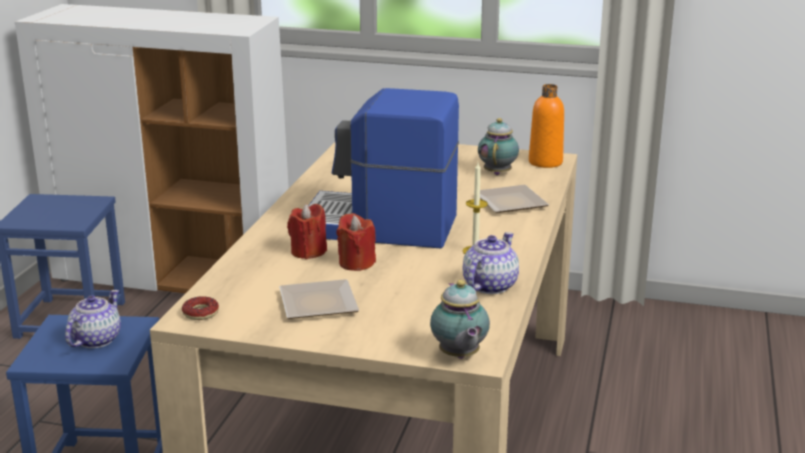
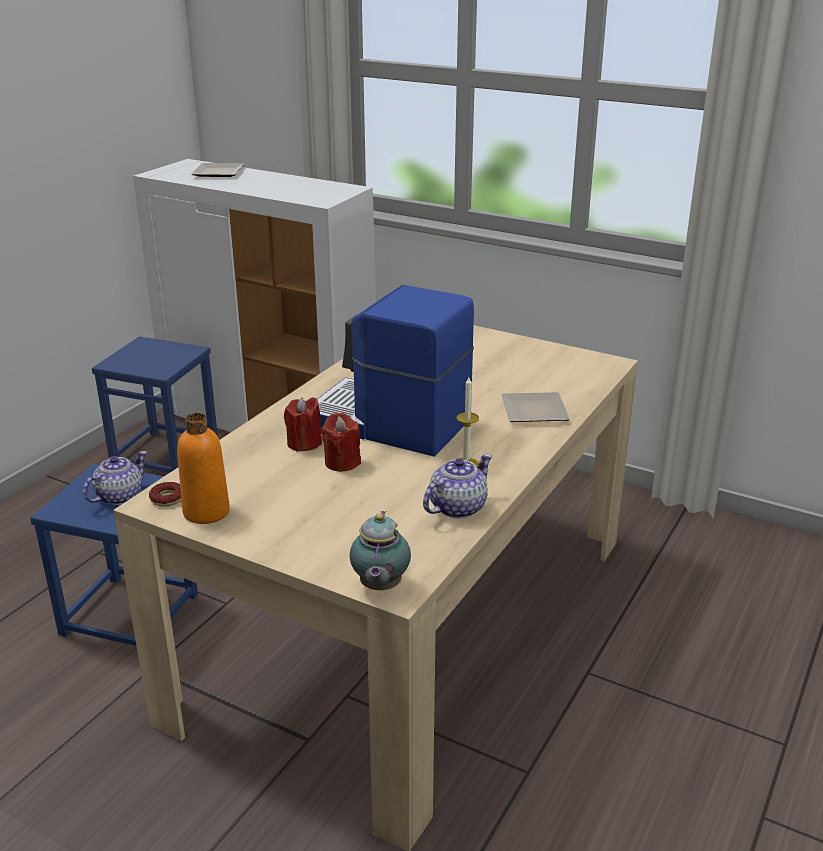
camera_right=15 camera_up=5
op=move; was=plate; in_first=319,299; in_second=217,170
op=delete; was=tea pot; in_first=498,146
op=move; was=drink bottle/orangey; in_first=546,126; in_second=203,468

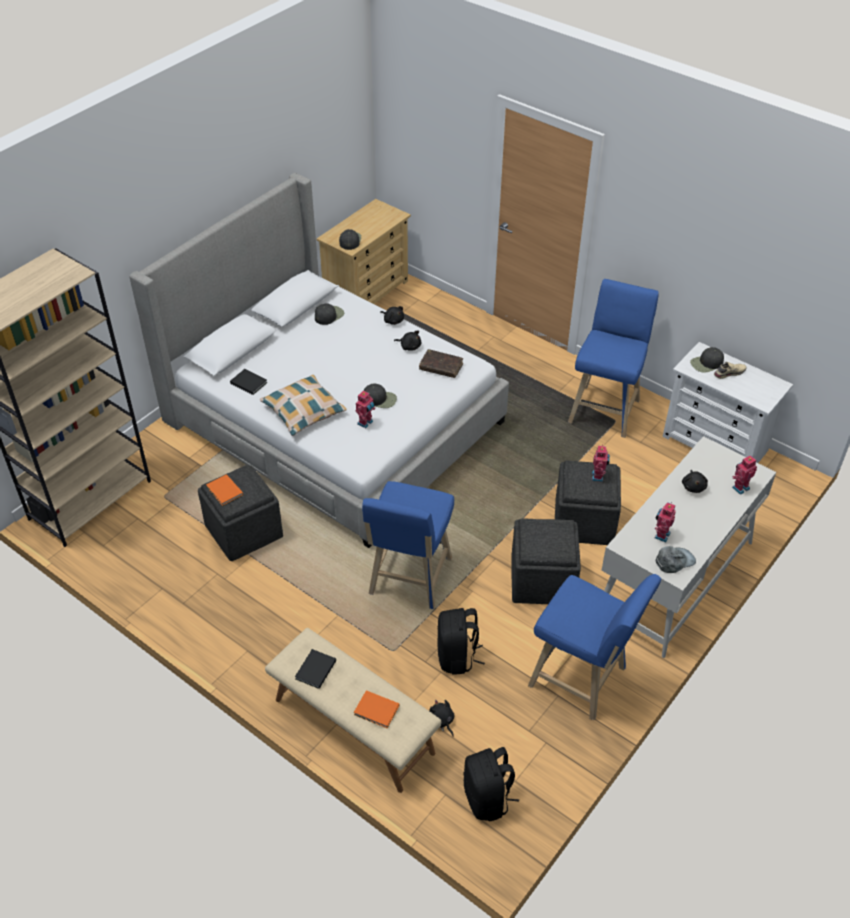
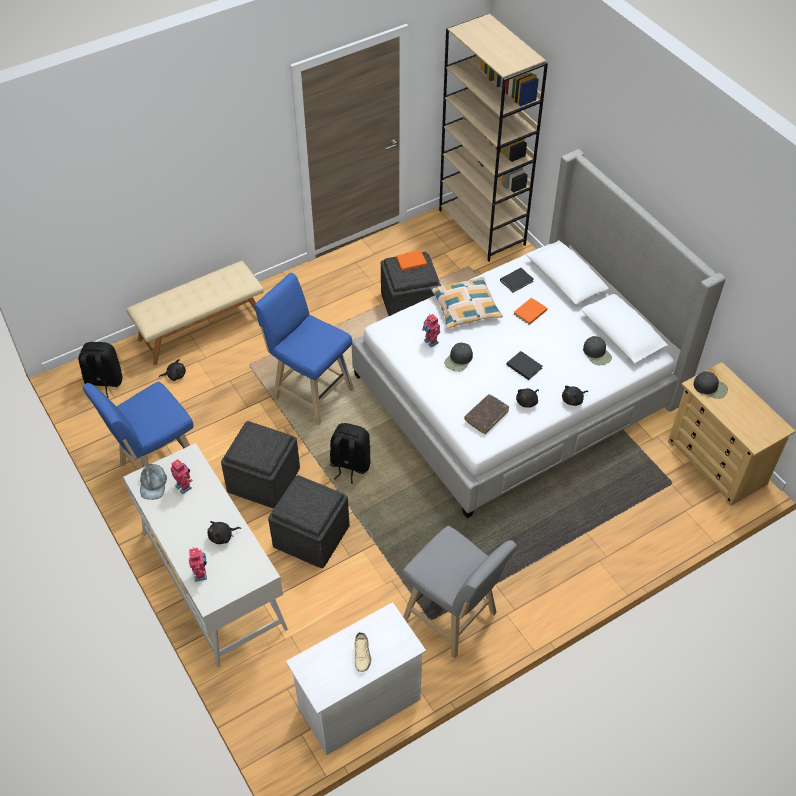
camera_right=110 camera_up=5
op=move; was=book/black; in_first=315,669; in_second=524,365
op=move; was=book/orangey; in_first=376,709; in_second=530,311
op=move; was=backpack/black; in_first=461,641; in_second=350,453
op=recolor; was=stool seat/blue; now=stool seat/gray; in_first=613,358; in_second=459,592
op=delete; was=robot figure; in_first=601,463
op=rotate; was=soft toy/black; in_first=695,481; in_second=224,532; clockwise=-45
op=delete; was=peaked cap/black; in_first=707,360

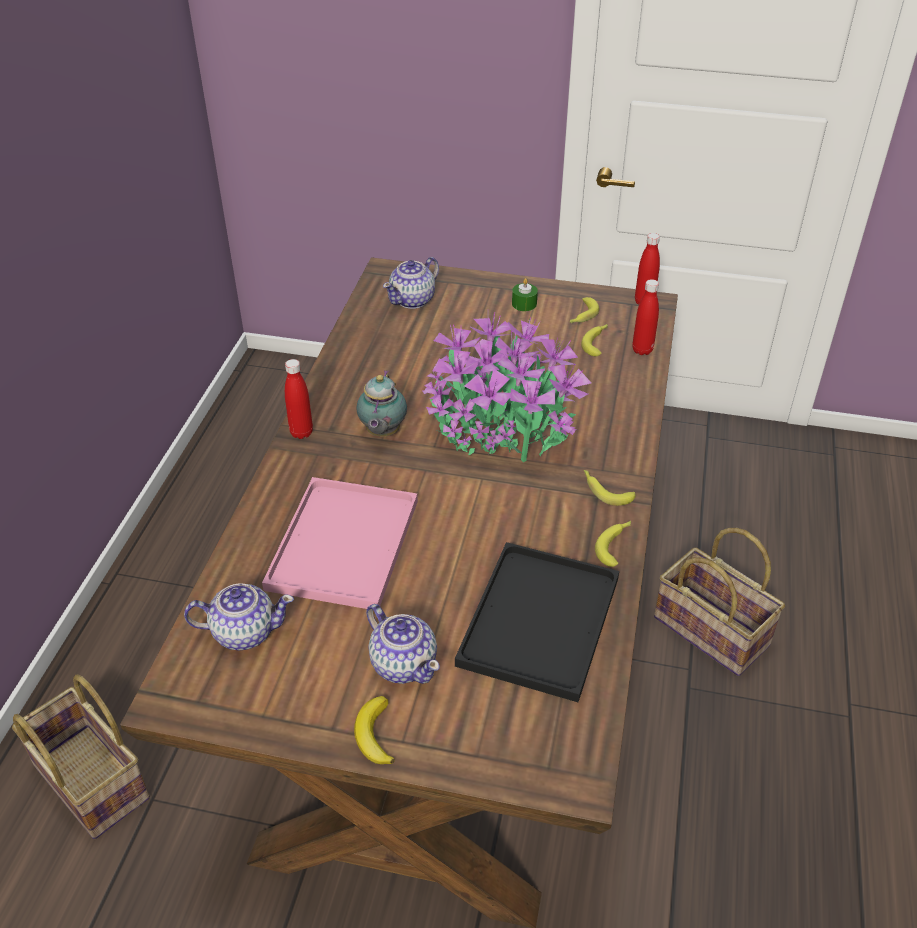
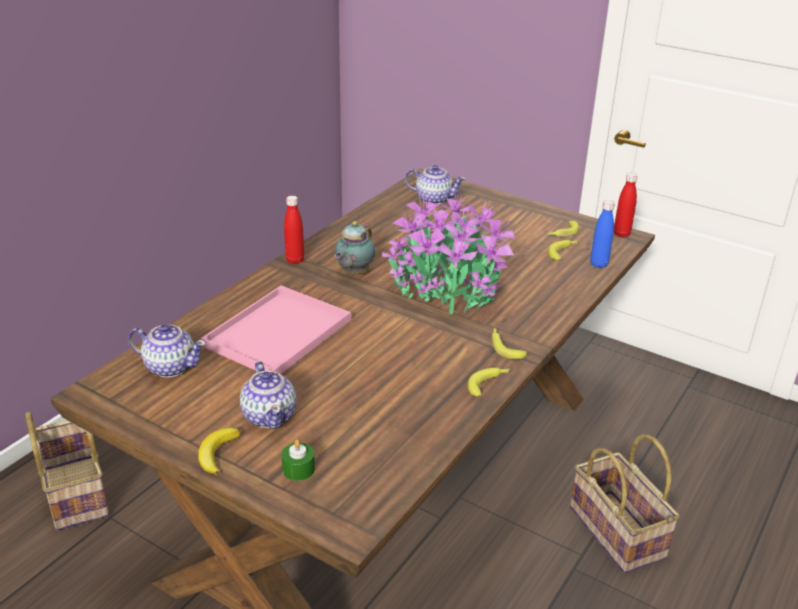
camera_right=20 camera_up=-10
op=rotate; was=tea pot; in_first=411,283; in_second=435,184; clockwise=-135
op=delete; was=serving tray/black; in_first=537,622
op=move; was=wax candle/greenish; in_first=525,294; in_second=298,460
op=recolor; was=drink bottle/reddish; now=drink bottle/blue; in_first=645,317; in_second=602,234

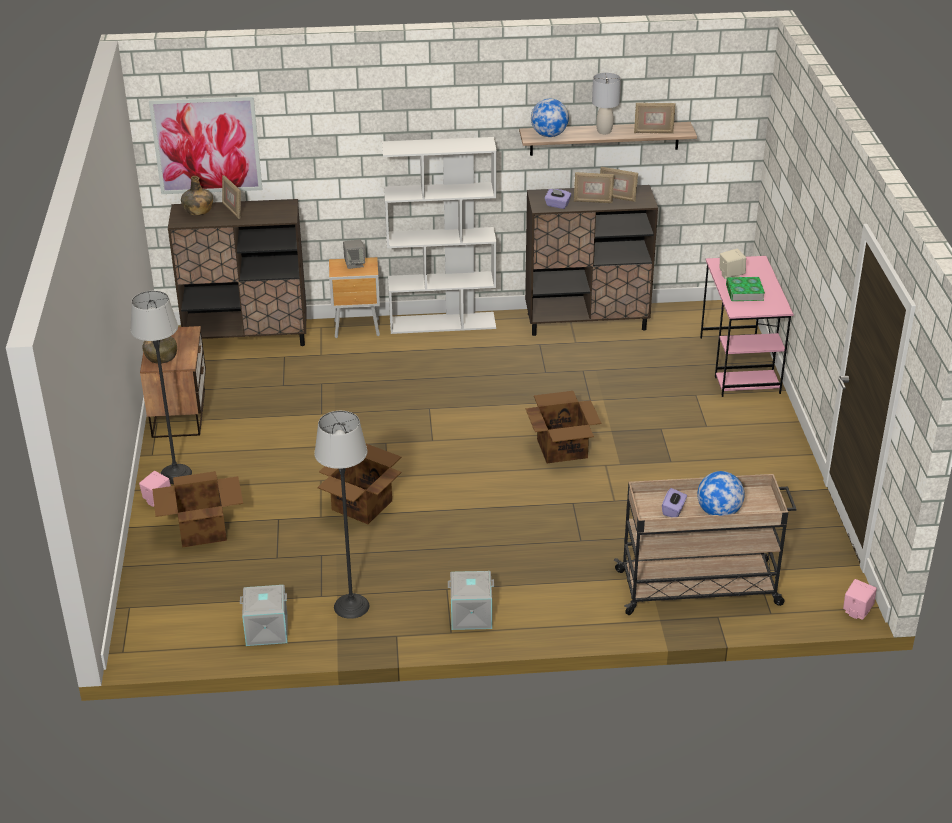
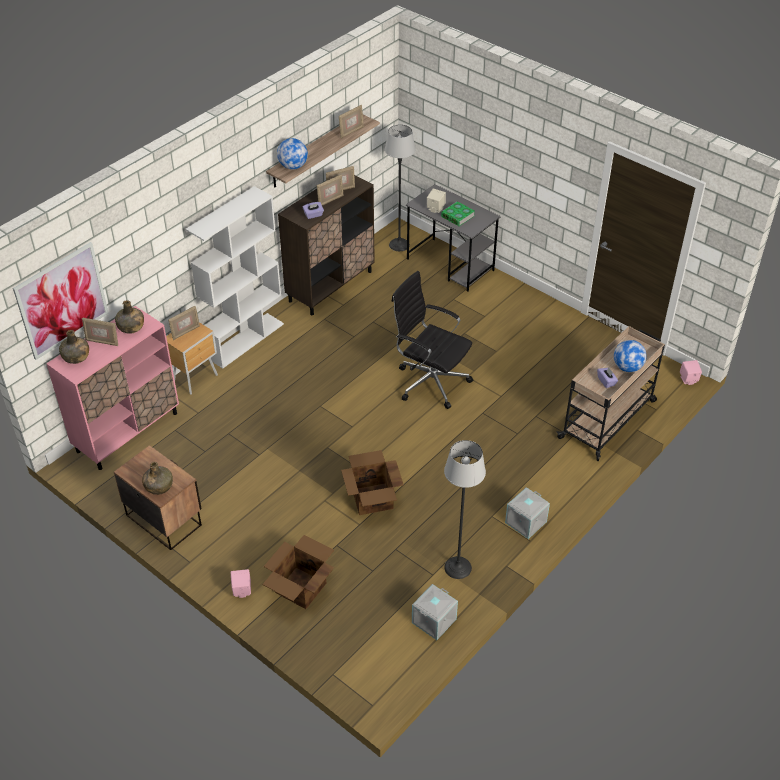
camera_right=-45 camera_up=10
op=move; was=standard lamp; in_first=161,387; in_second=400,187
op=recolor; was=cupboard/brown-coloured; now=cupboard/pink-coloured; in_first=237,272; in_second=112,388
op=replace; was=loudspeaker/gray; now=standing frame; in_first=354,254; in_second=184,323
op=replace; was=packing box; now=desk chair/black; in_first=563,427; in_second=432,340
op=delete; was=table lamp/gray; in_first=606,103
op=recolor; was=desk/pink-coloured; now=desk/gray; in_first=746,326; in_second=453,238
op=insert; now=drink bottle/greenish; in_second=129,317

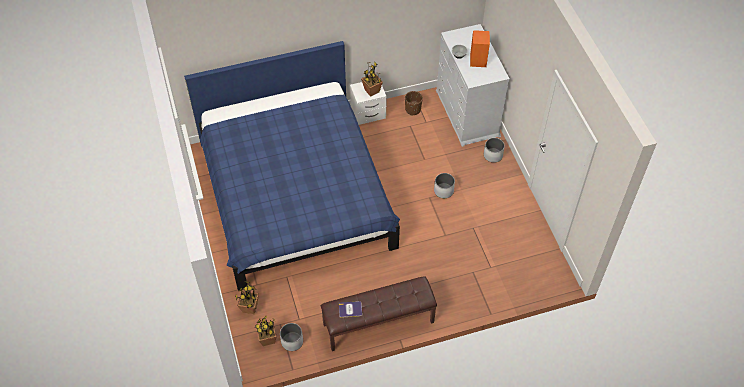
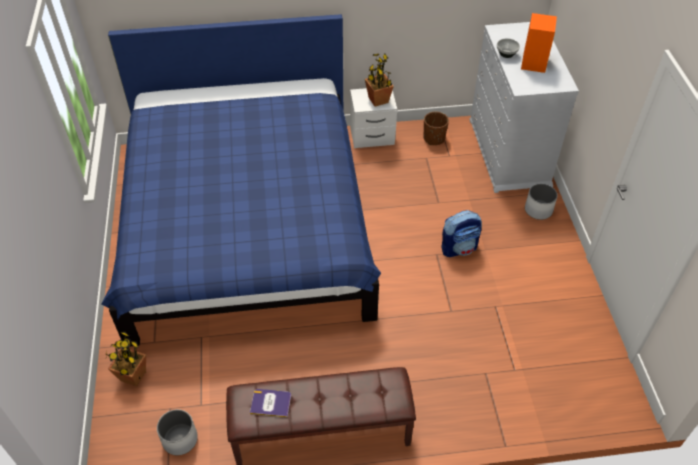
camera_right=10 camera_up=-5
op=delete; was=potted plant; in_first=266,331
op=replace; was=flower pot/whitish; now=backpack; in_first=444,185; in_second=461,233

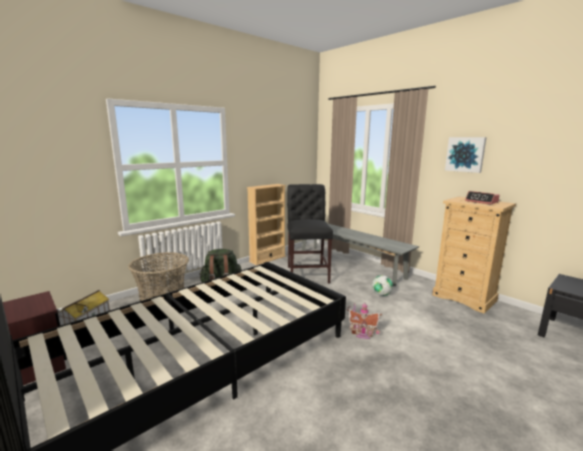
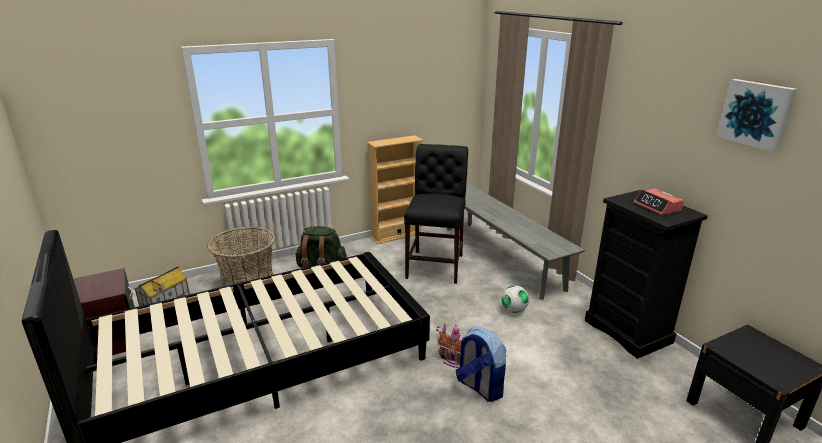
camera_right=15 camera_up=10
op=recolor; was=drawer chest/sand-coloured; now=drawer chest/black; in_first=474,255; in_second=646,274
op=move; was=picture; in_first=466,155; in_second=757,115
op=insert; now=backpack; in_second=480,364

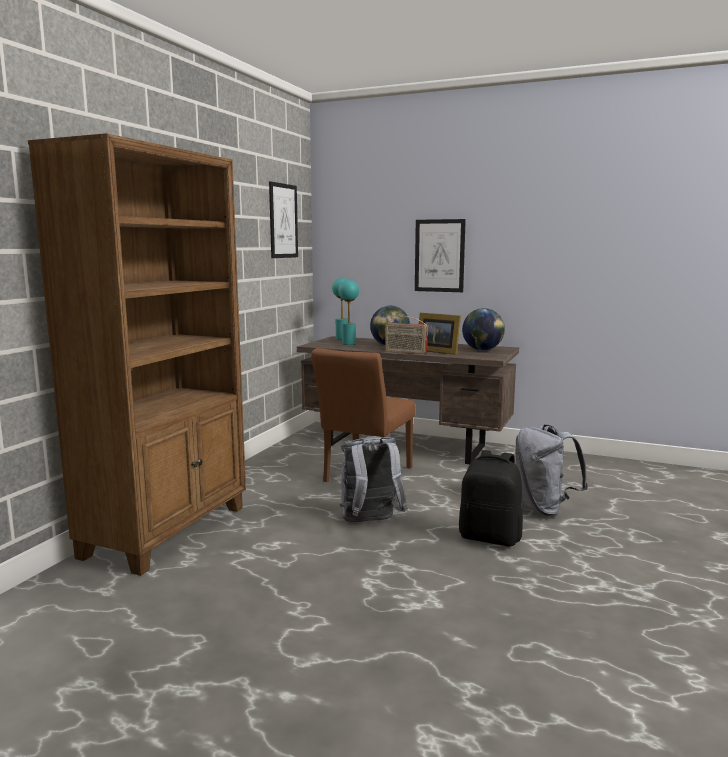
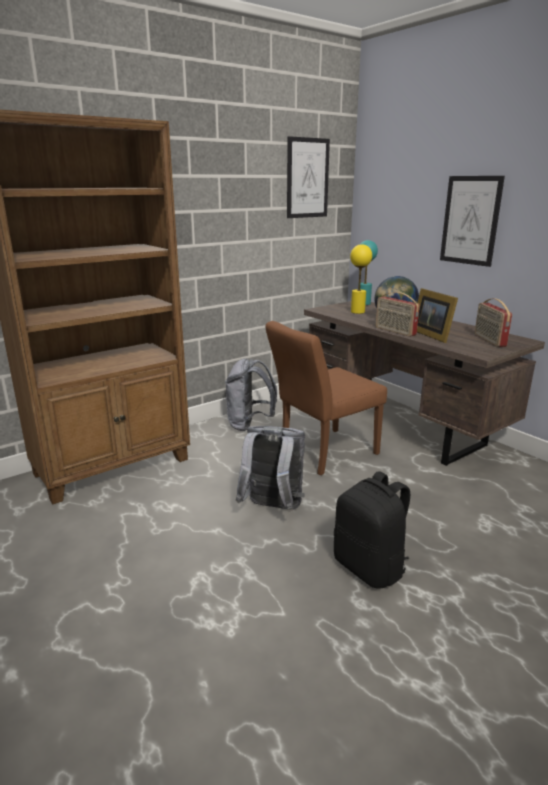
camera_right=30 camera_up=10
op=recolor; was=table lamp/blue-green; now=table lamp/yellow; in_first=348,312; in_second=361,279
op=replace; was=desk globe; now=radio receiver; in_first=483,329; in_second=493,323
op=move; was=backpack/gray; in_first=551,471; in_second=251,394

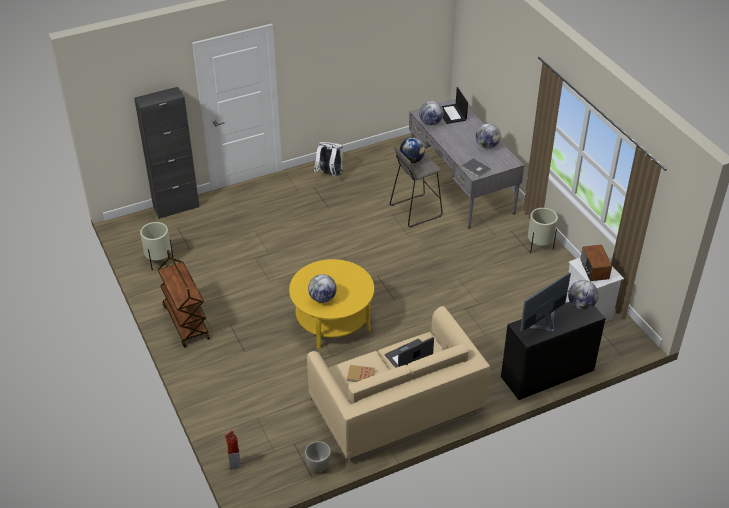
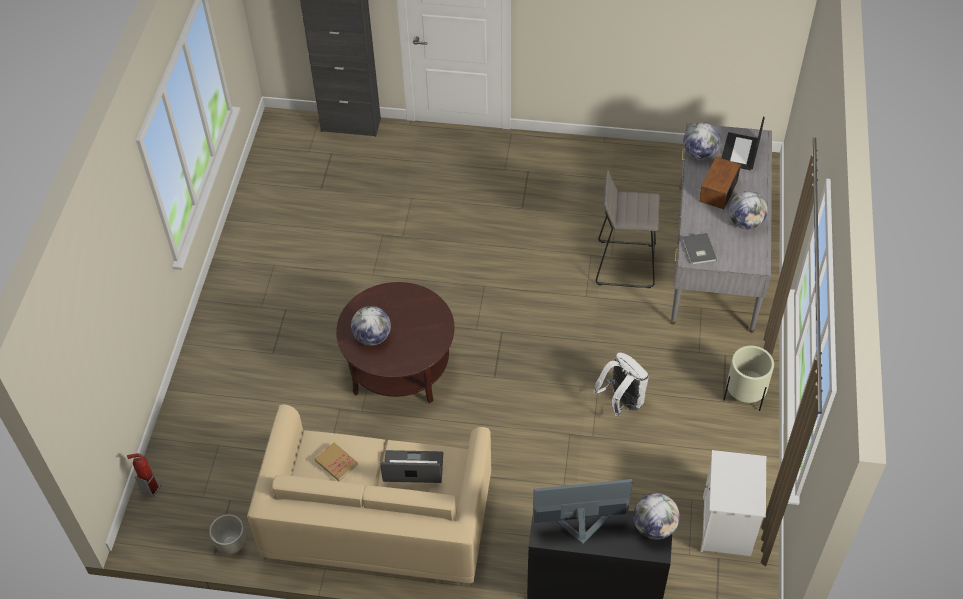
camera_right=35 camera_up=10
op=delete; was=flower pot/sand-coloured; in_first=156,246
op=delete; was=cart/brown-coloured; in_first=183,299
op=recolor; was=coffee table/yellow; now=coffee table/brown-coloured; in_first=331,304; in_second=395,342
op=move; was=backpack/whitish; in_first=328,160; in_second=621,385
op=delete; was=desk globe; in_first=412,150
op=move; was=radio receiver; in_first=596,263; in_second=720,183

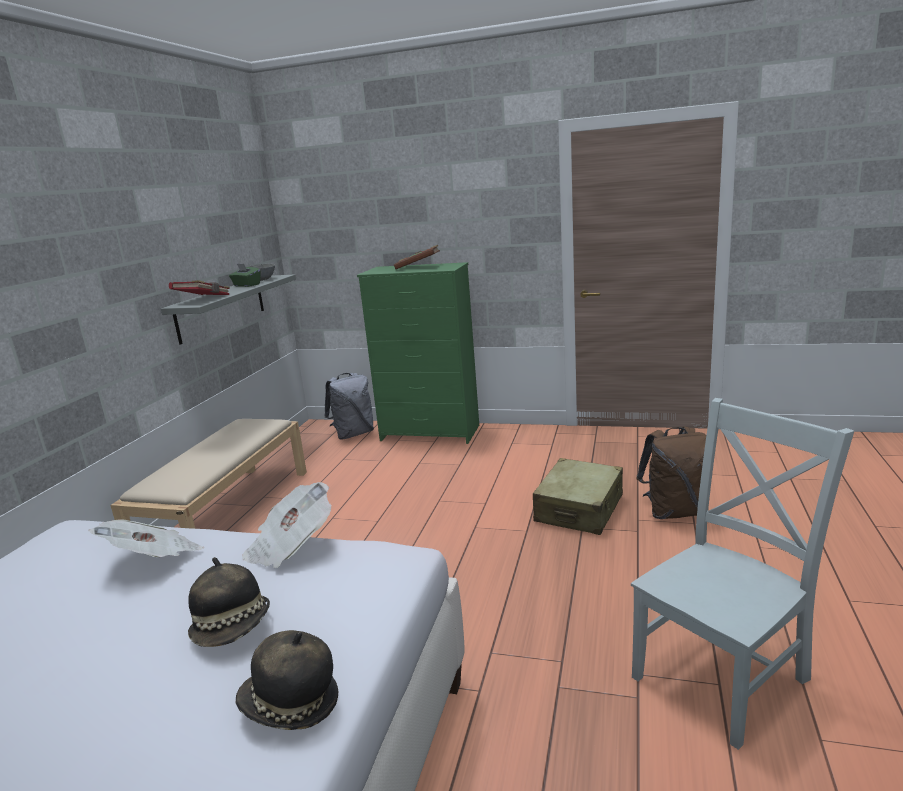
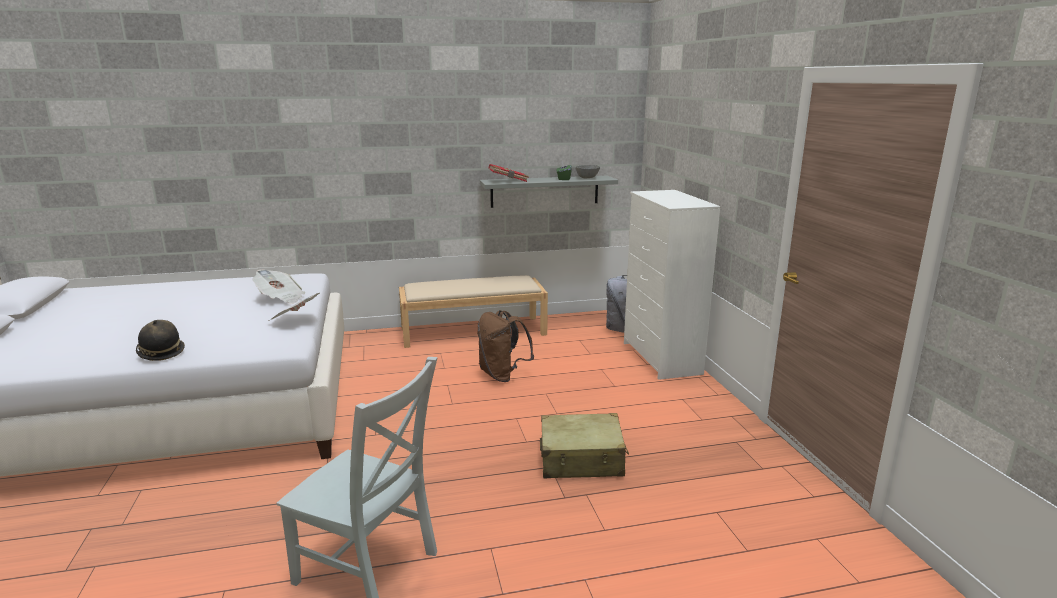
camera_right=60 camera_up=0
op=delete; was=hat; in_first=229,602
op=recolor; was=drawer chest/greenish; now=drawer chest/whitish; in_first=418,353; in_second=672,285
op=delete; was=book/brown-coloured; in_first=417,257
op=move; was=backpack/brown-coloured; in_first=671,472; in_second=505,346

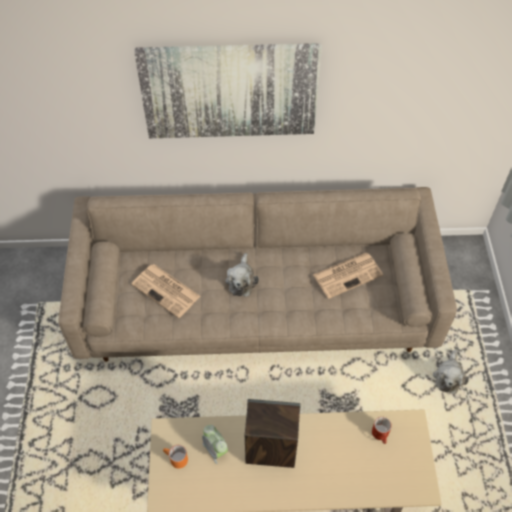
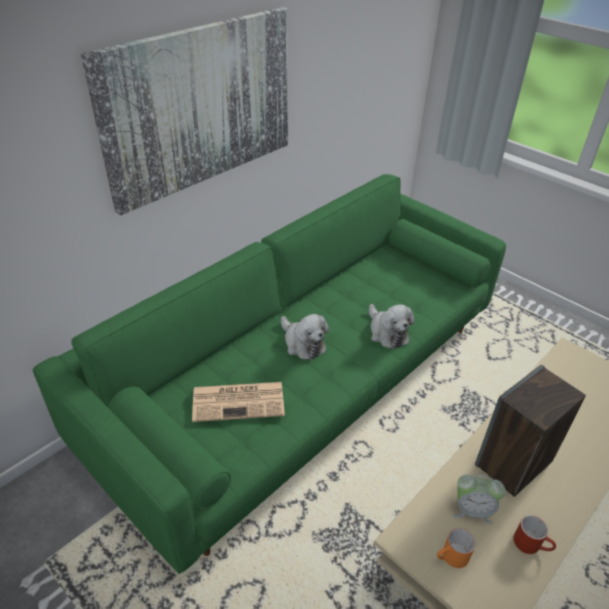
camera_right=-45 camera_up=-15
op=recolor; was=couch/sand-coloured; now=couch/greenish; in_first=257,274; in_second=269,374
op=delete; was=daily paper; in_first=348,276
op=move; was=coffee mug/reddish; in_first=382,430; in_second=534,534
op=move; was=soft toy; in_first=451,371; in_second=392,326

